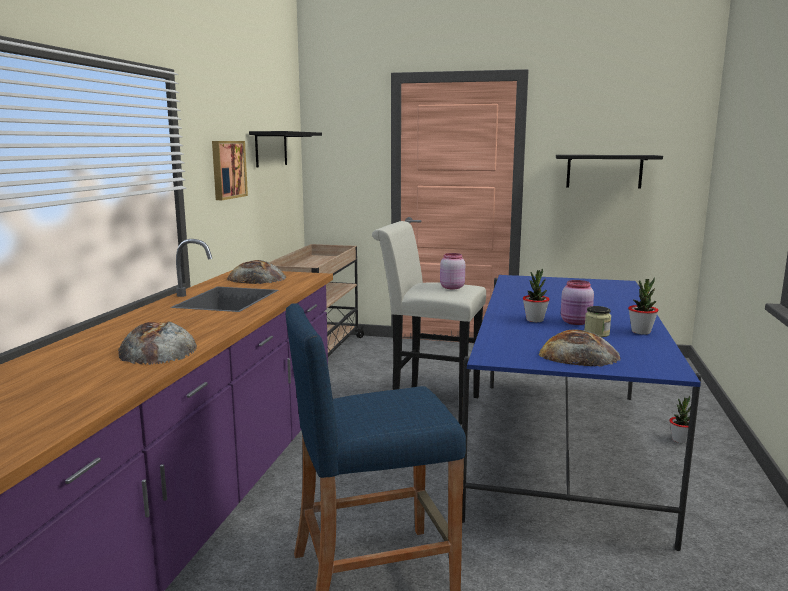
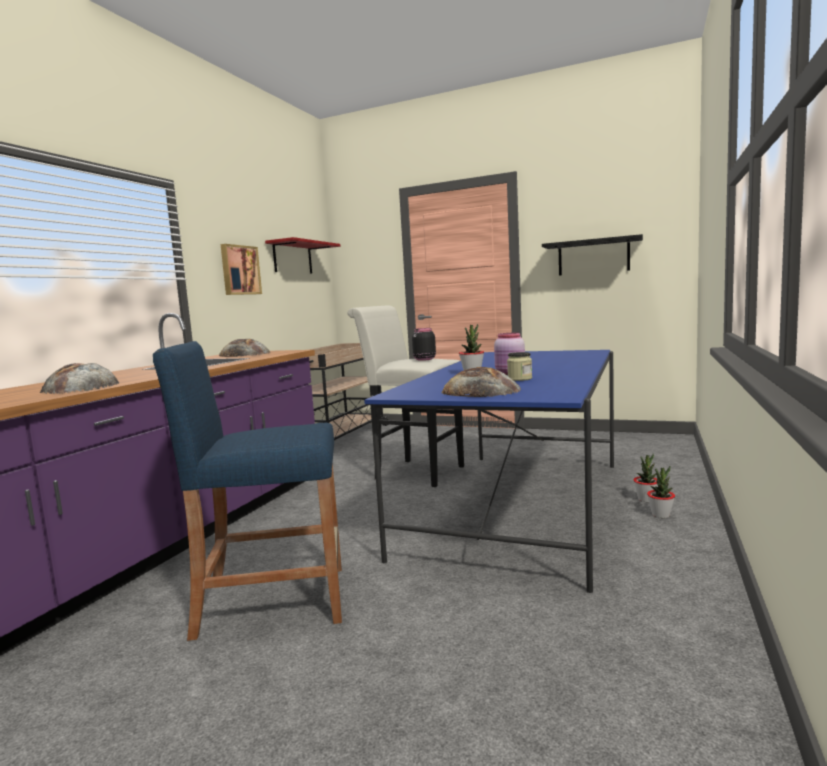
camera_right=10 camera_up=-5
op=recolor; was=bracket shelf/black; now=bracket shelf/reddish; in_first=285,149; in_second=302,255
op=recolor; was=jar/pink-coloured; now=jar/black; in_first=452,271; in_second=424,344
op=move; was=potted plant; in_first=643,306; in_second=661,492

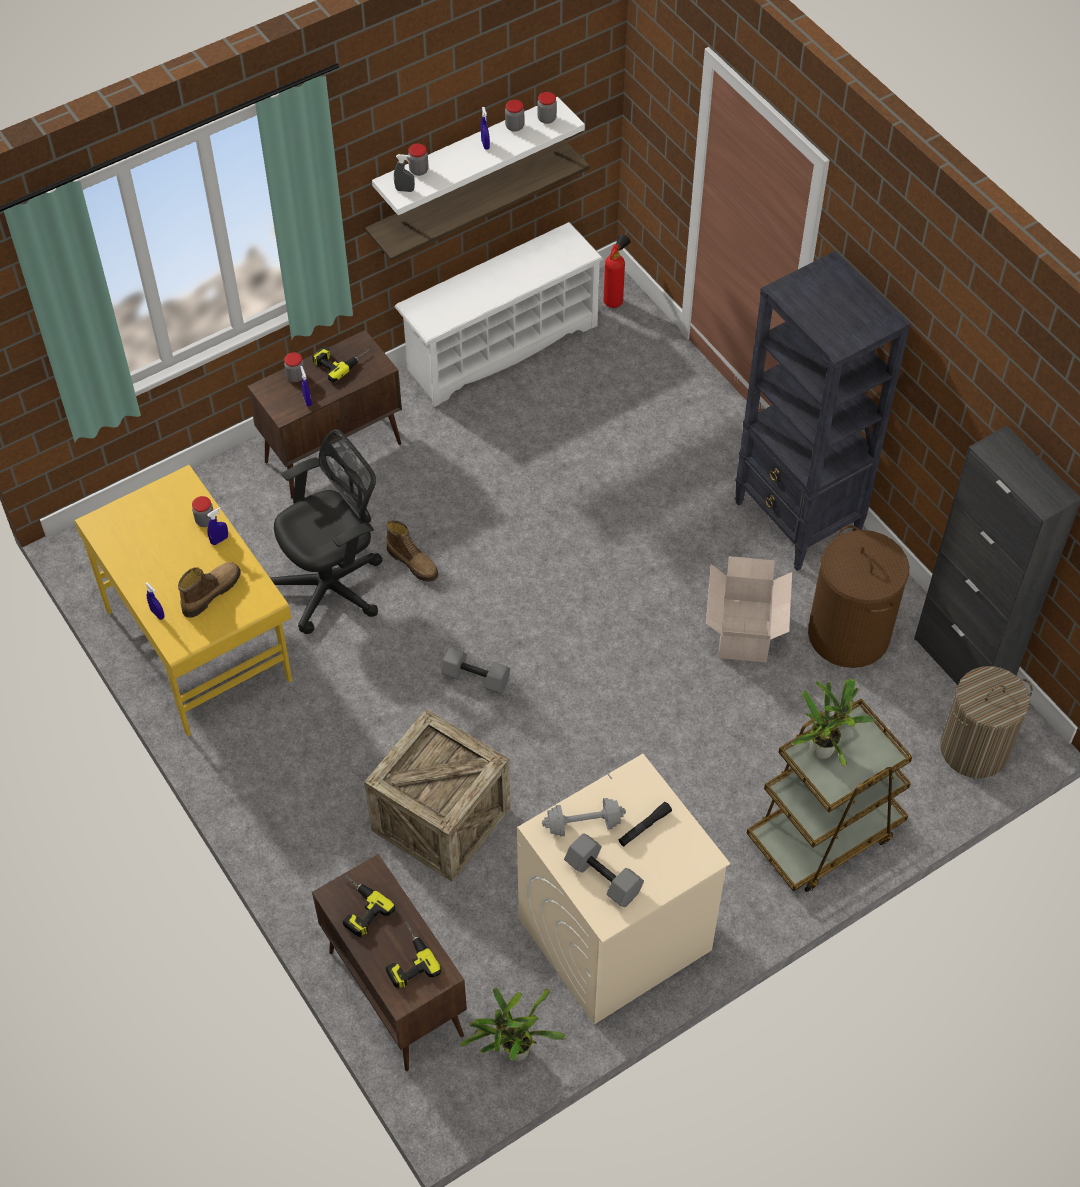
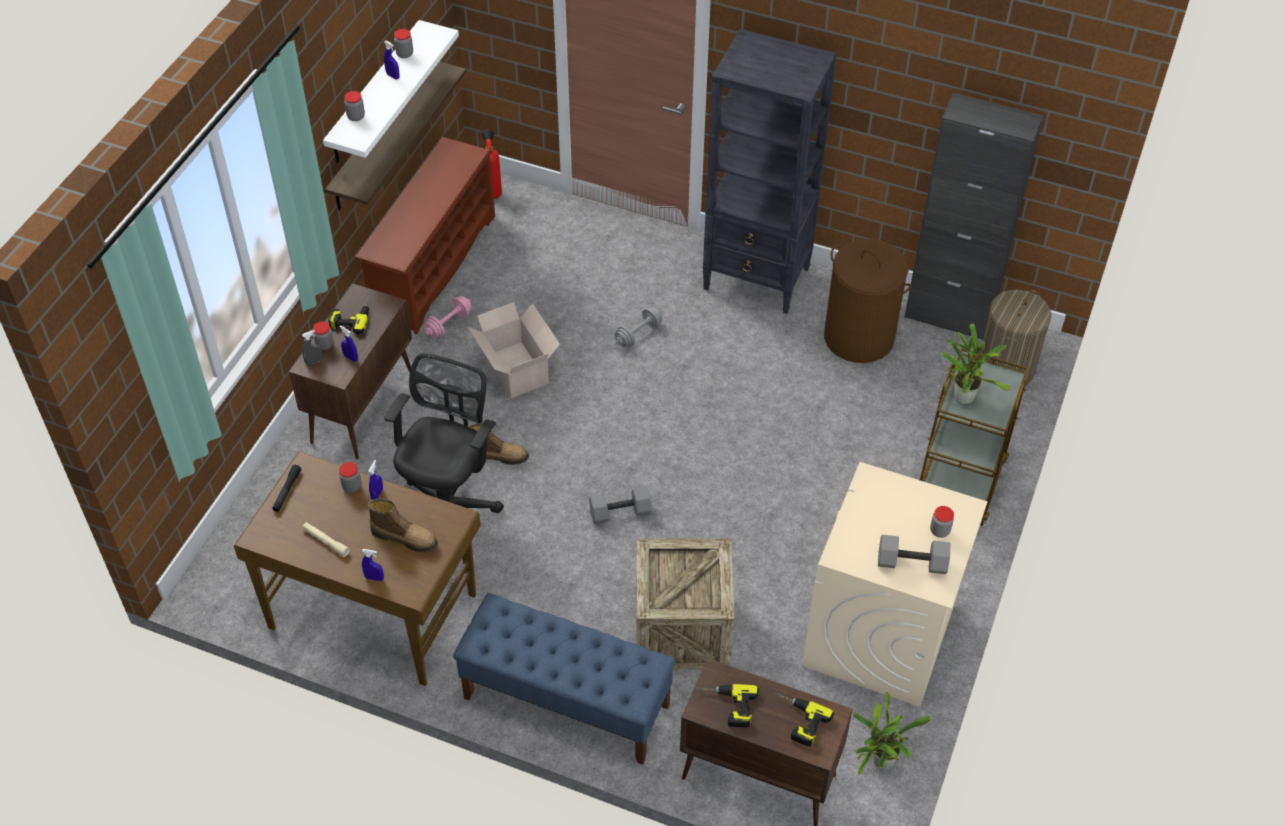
camera_right=-35 camera_up=-5
op=recolor; was=desk/yellow; now=desk/brown-coloured; in_first=183,601; in_second=357,568
op=rotate; was=boot; in_first=209,590; in_second=403,525; clockwise=105
op=move; was=hand sprayer/gray; in_first=404,173; in_second=312,347
op=recolor; was=shoe shelf/whitish; now=shoe shelf/brown-coloured; in_first=499,314; in_second=425,235
op=move; was=jar; in_first=547,108; in_second=942,522
op=move; was=hand weight/gray; in_first=584,817; in_second=638,327
op=move; was=flashlight/black; in_first=645,824; in_second=287,488
op=move; was=packing box; in_first=749,609; in_second=514,350
op=insert; now=flashlight/sand-coloured; in_second=326,539
op=insert; now=hand weight/pink-coloured; in_second=448,317
op=insert; now=long seat/blue; in_second=564,679

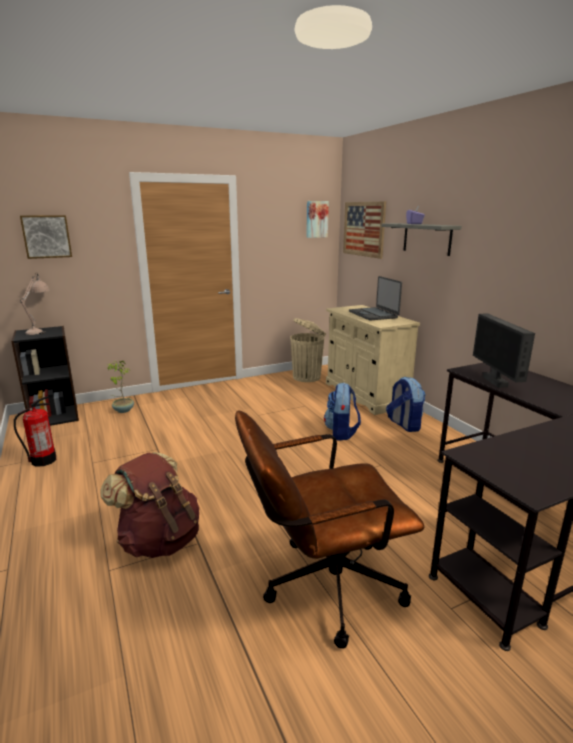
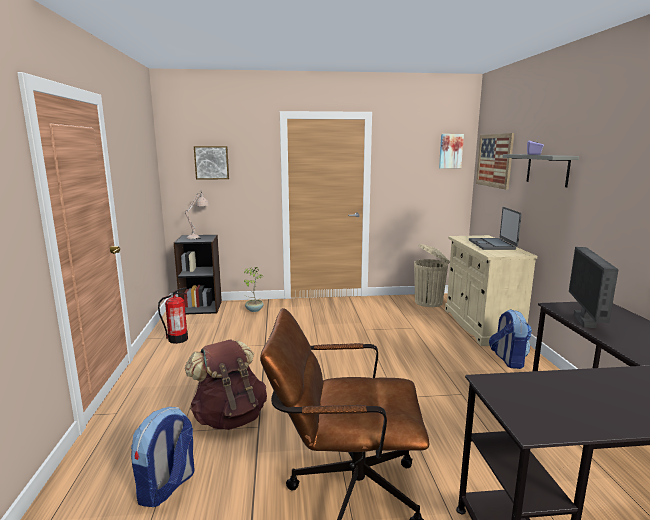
camera_right=20 camera_up=-5
op=move; was=backpack; in_first=342,412; in_second=163,457

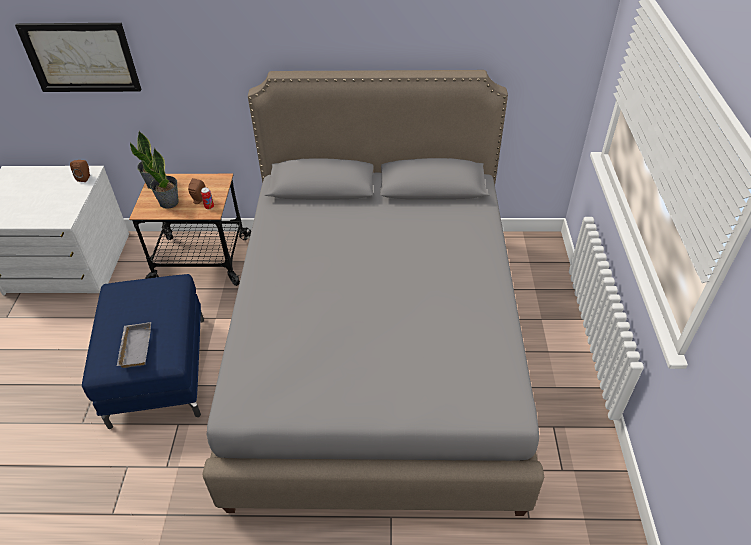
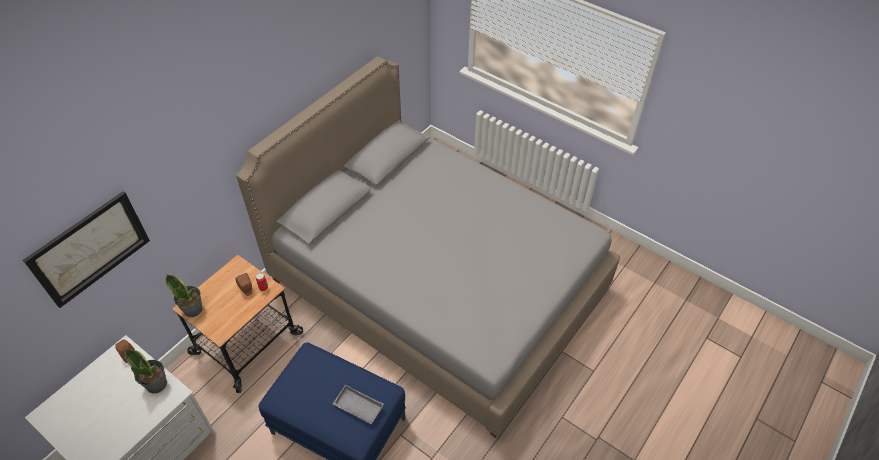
camera_right=-55 camera_up=5
op=move; was=potted plant; in_first=160,178; in_second=146,371

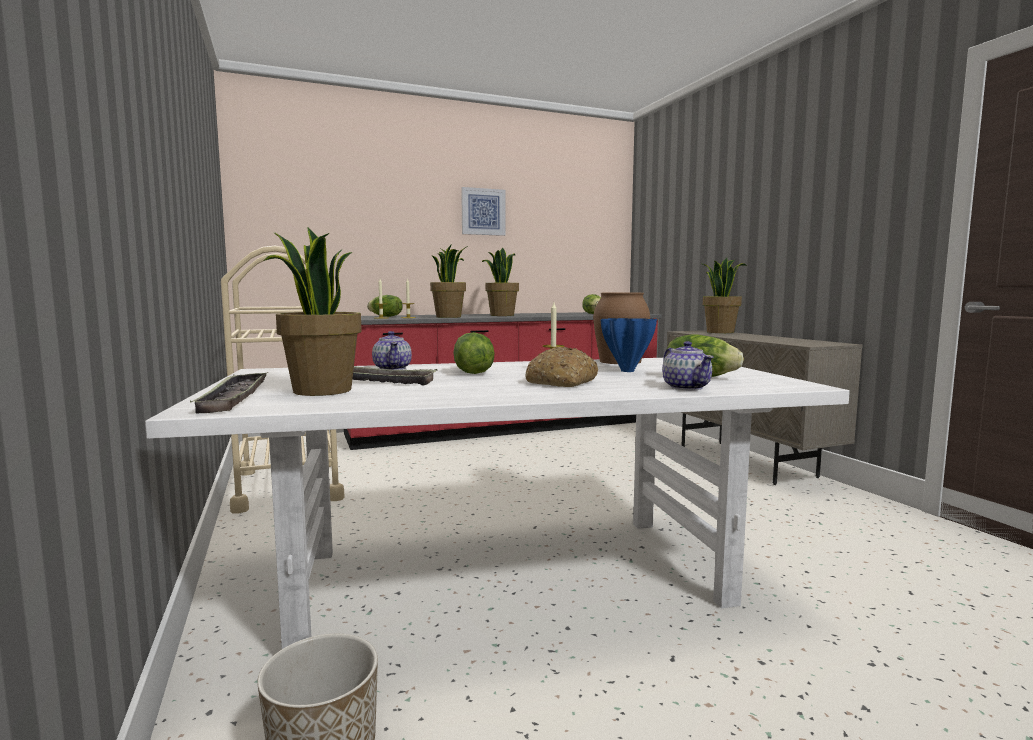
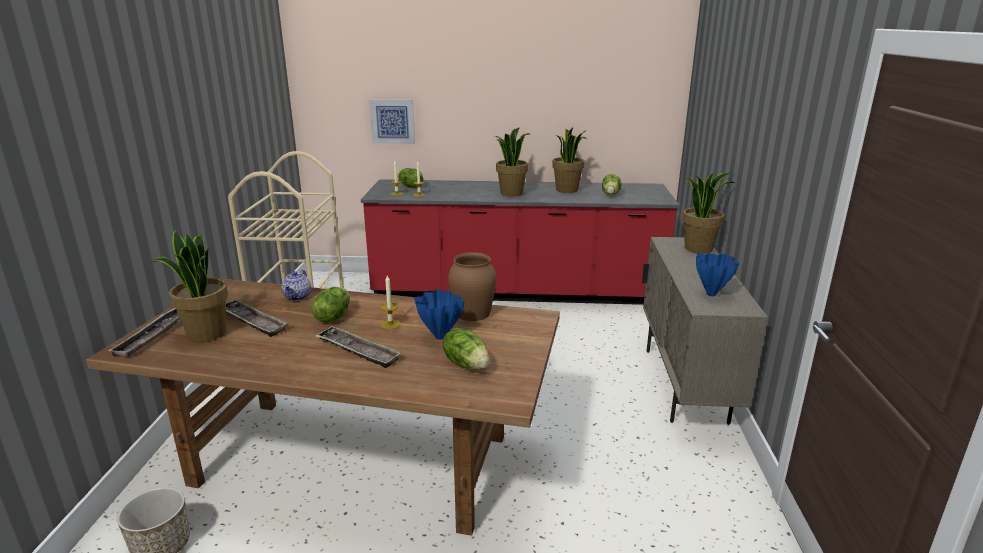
camera_right=25 camera_up=15
op=recolor; was=kitchen table/whitish; now=kitchen table/brown-coloured; in_first=497,503; in_second=323,407
op=move; was=potted plant; in_first=449,281; in_second=569,160
op=move; was=picture; in_first=483,211; in_second=392,121
op=replace; was=bakery bread; now=serving tray; in_first=561,367; in_second=359,347
op=delete; was=tea pot; in_first=688,365
op=insert; now=vase/blue; in_second=717,274

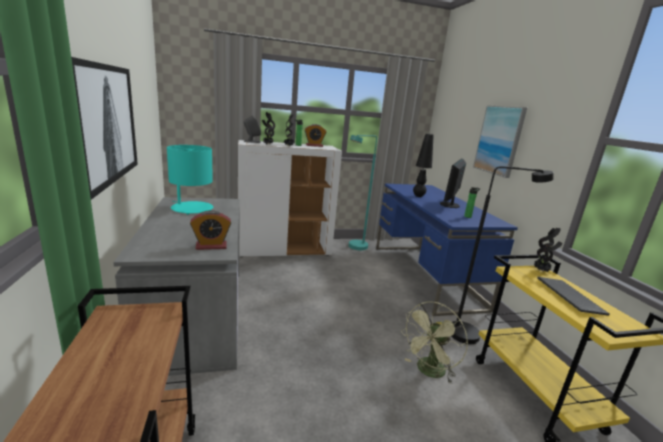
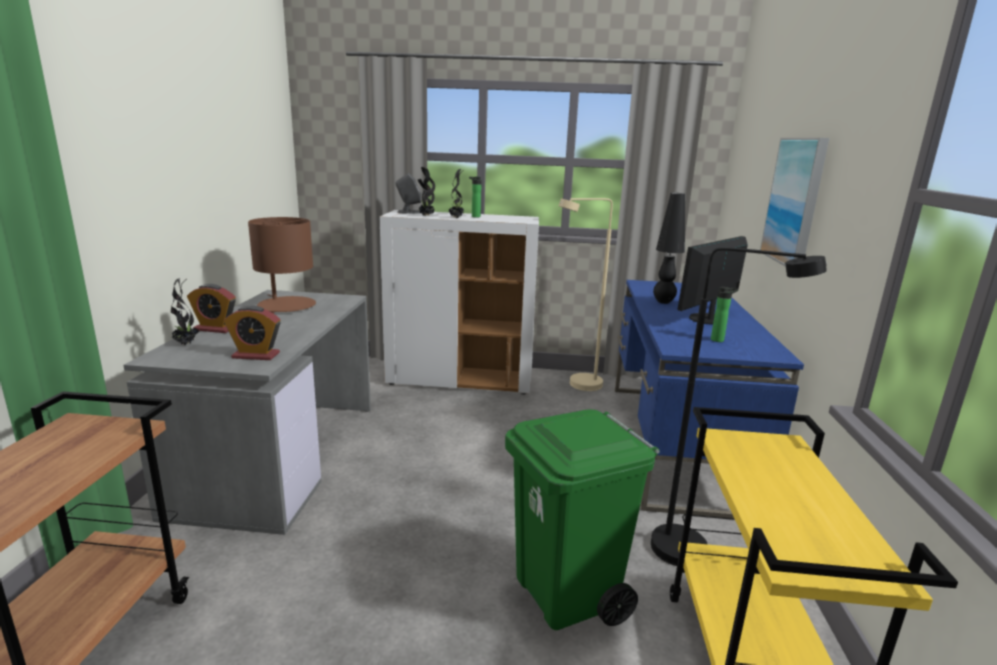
camera_right=20 camera_up=0
op=delete; was=picture; in_first=104,128
op=recolor; was=table lamp/blue-green; now=table lamp/brown-coloured; in_first=190,180; in_second=282,265
op=move; was=alarm clock; in_first=315,135; in_second=211,308
op=recolor; was=standard lamp/blue-green; now=standard lamp/sand-coloured; in_first=363,192; in_second=586,294
op=replace; was=electric fan/greenish; now=trash can/greenish; in_first=434,342; in_second=582,519
op=move; was=potted plant; in_first=548,250; in_second=185,311
op=delete; was=keyboard; in_first=573,296

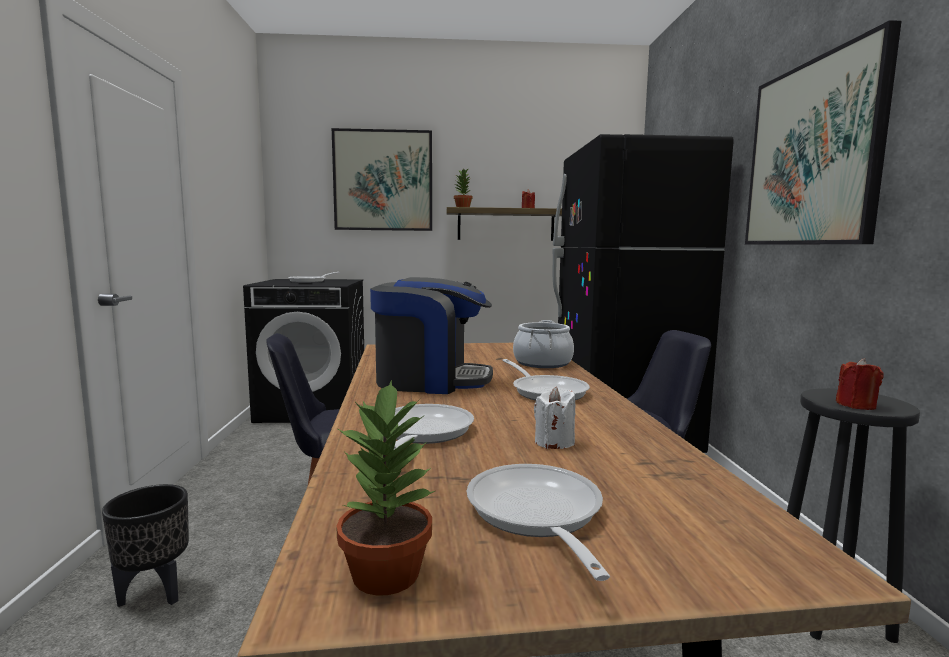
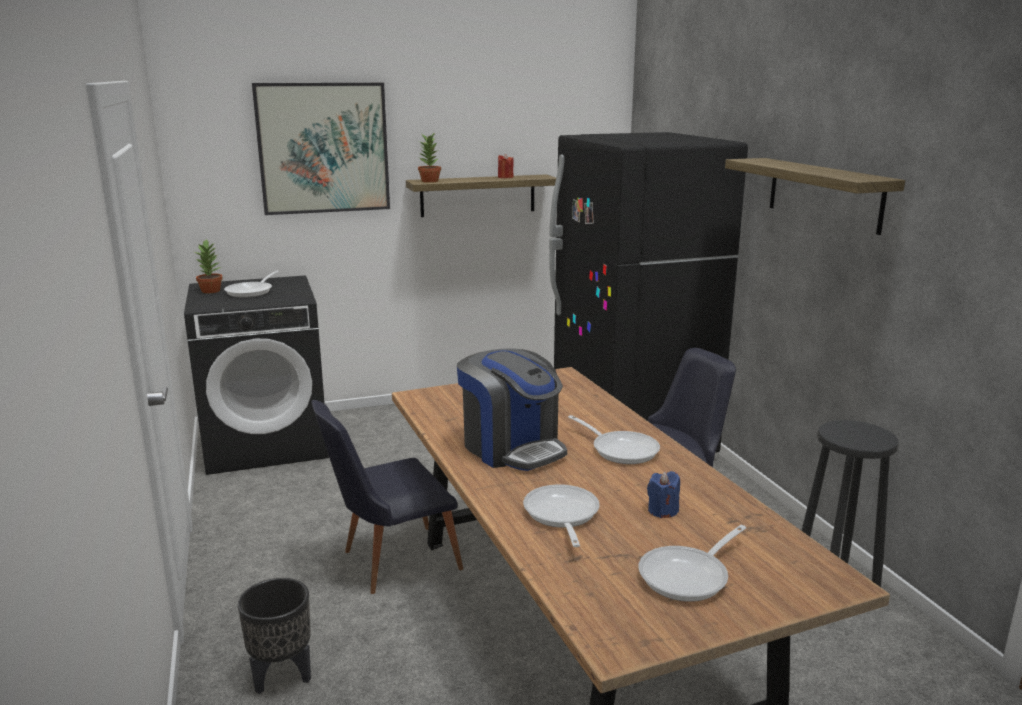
camera_right=-15 camera_up=10
op=move; was=potted plant; in_first=385,488; in_second=209,266
op=rotate; was=coffee brewer; in_first=431,335; in_second=512,410; clockwise=60
op=rotate; was=skillet; in_first=538,522; in_second=692,563; clockwise=-105
op=delete; was=stockpot; in_first=543,344
op=recolor; was=wax candle/whitish; now=wax candle/blue; in_first=554,418; in_second=663,494
op=replace; was=picture; now=bracket shelf; in_first=823,132; in_second=815,196
op=delete; was=wax candle/reddish; in_first=860,384

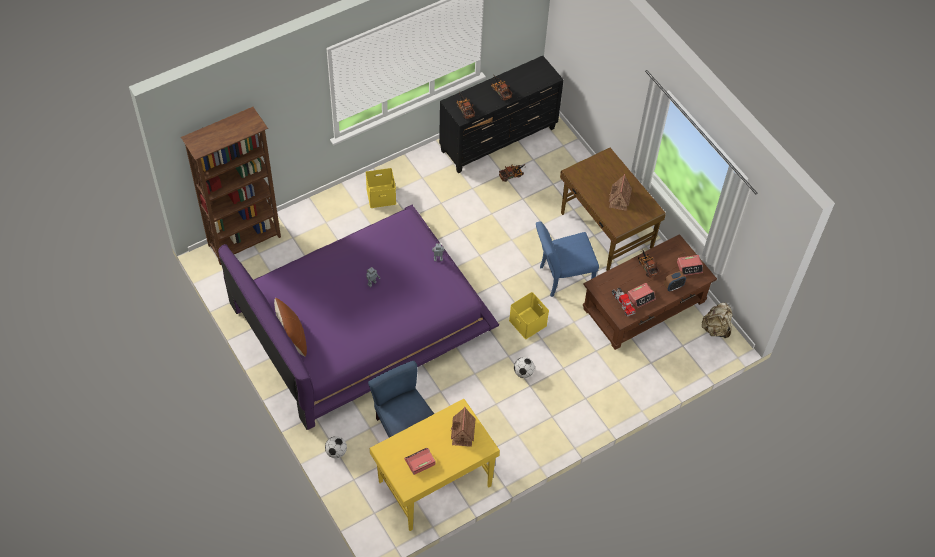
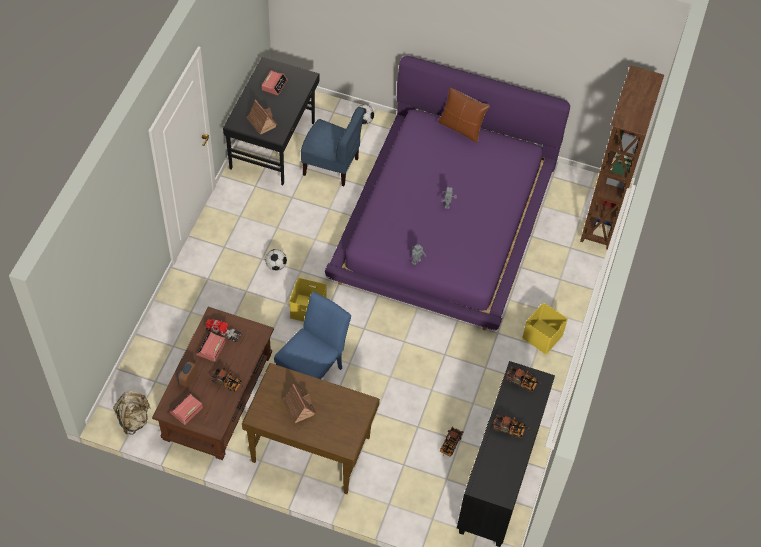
camera_right=140 camera_up=0
op=recolor; was=desk/yellow; now=desk/black; in_first=435,465; in_second=271,121

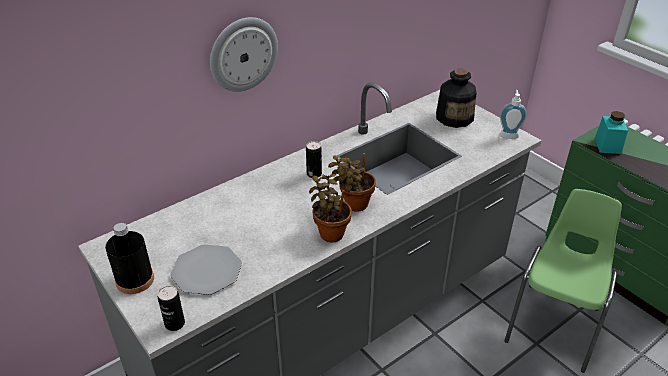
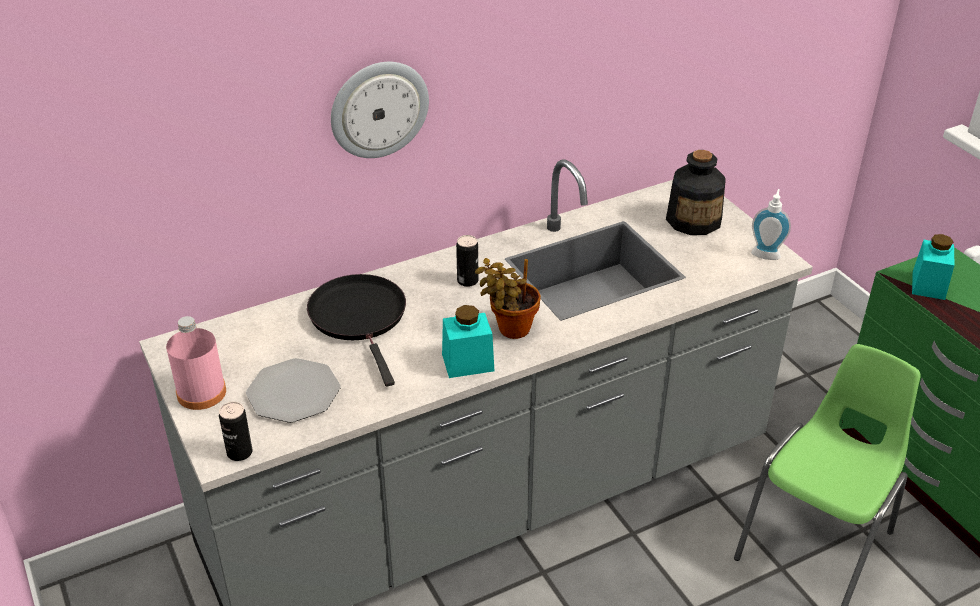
camera_right=10 camera_up=0
op=recolor; was=drink bottle/black; now=drink bottle/pink-coloured; in_first=129,258; in_second=196,363
op=replace; was=potted plant; now=jar/blue-green; in_first=330,208; in_second=468,341
op=insert; now=skillet/black; in_second=356,330

